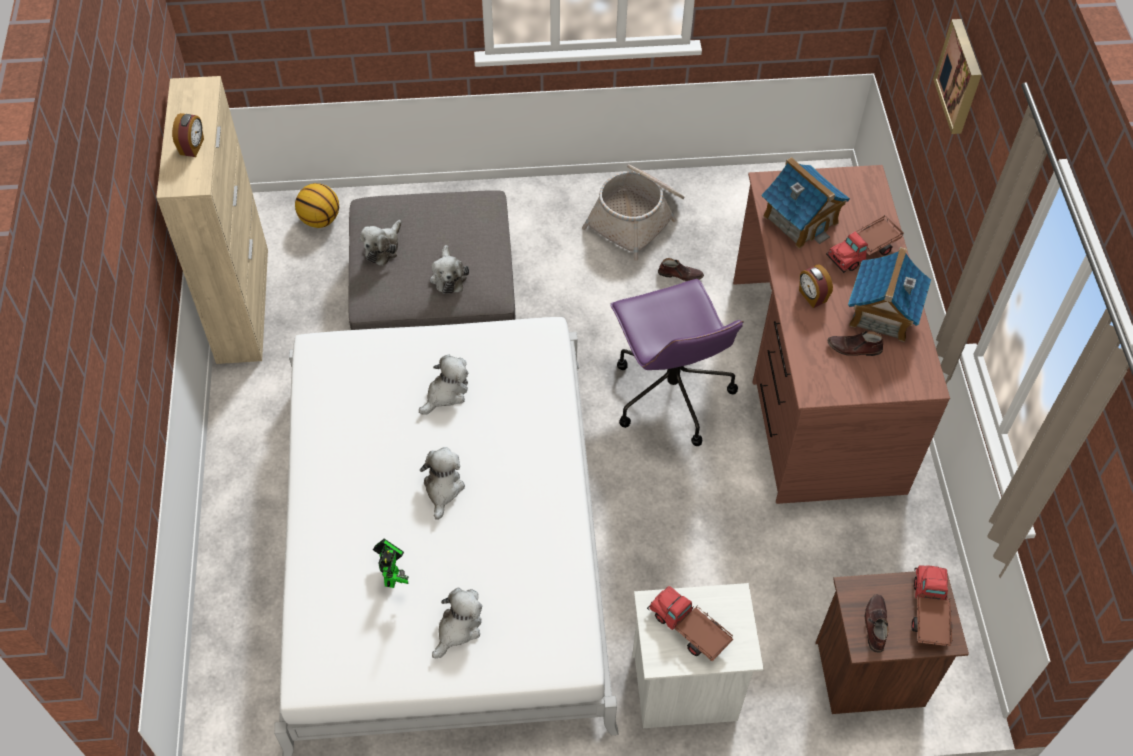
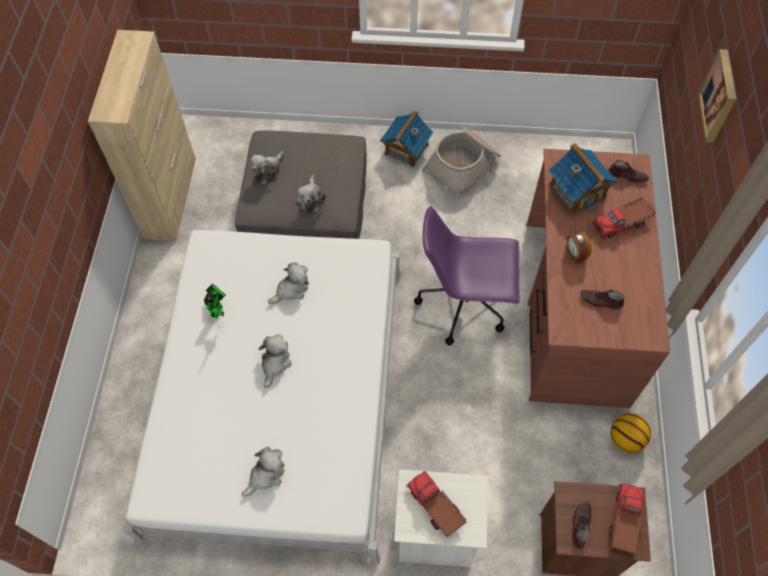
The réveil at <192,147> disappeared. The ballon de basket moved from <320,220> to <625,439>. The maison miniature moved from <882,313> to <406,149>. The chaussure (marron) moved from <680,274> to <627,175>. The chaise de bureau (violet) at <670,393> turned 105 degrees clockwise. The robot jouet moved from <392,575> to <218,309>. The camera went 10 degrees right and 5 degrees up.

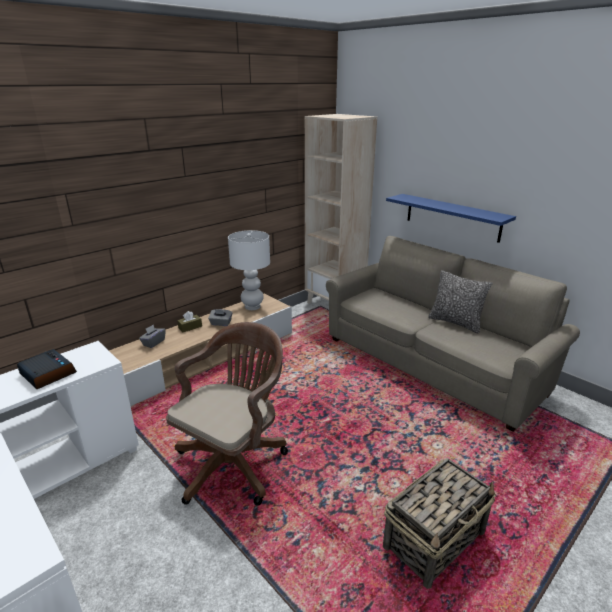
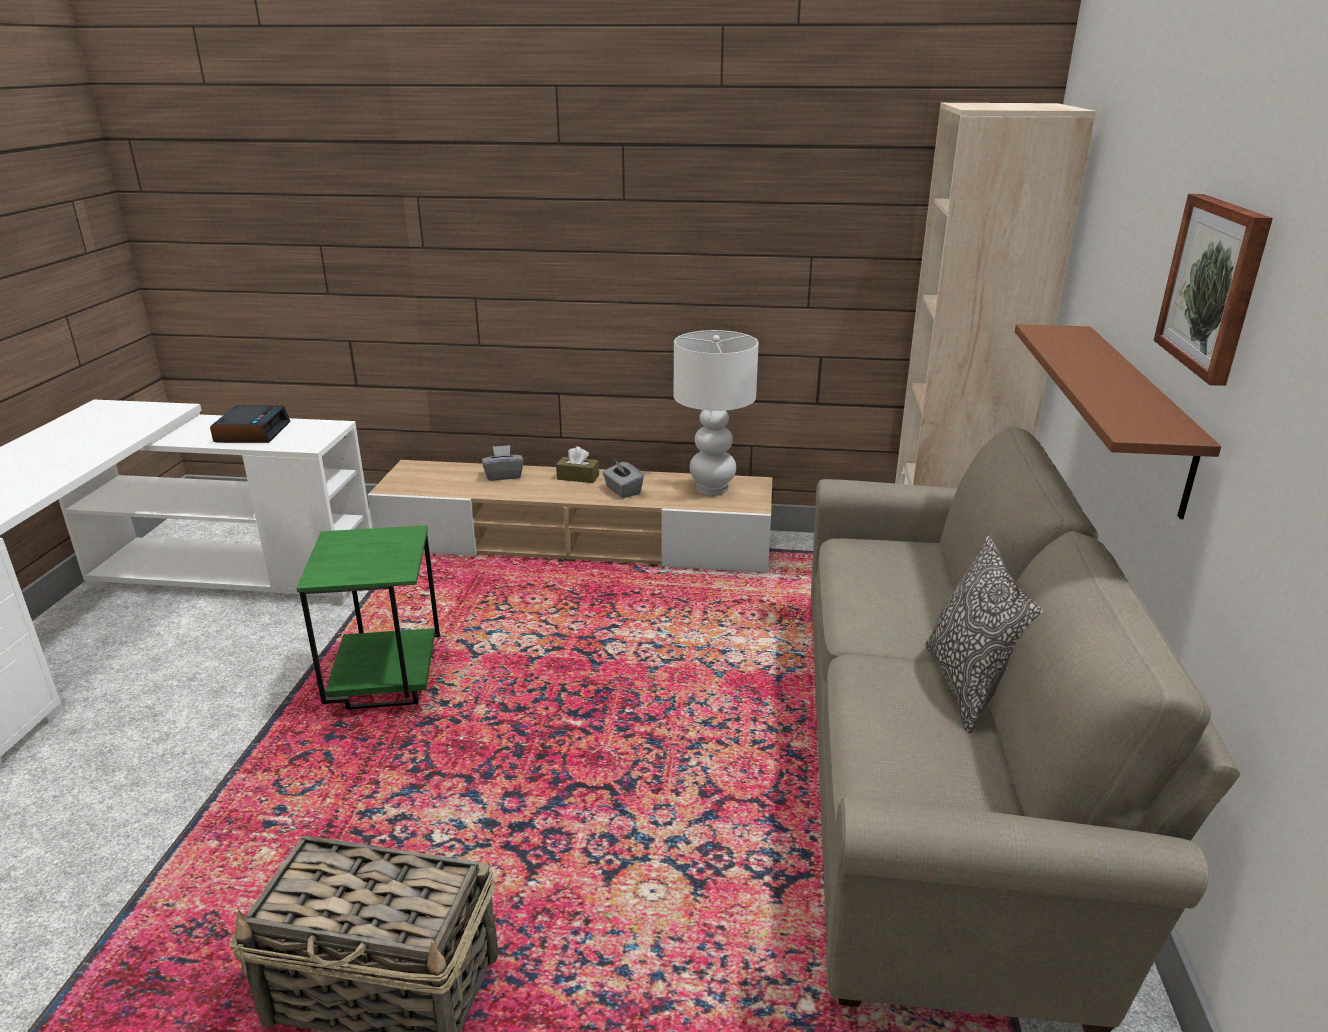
The étagère (bleu) at <452,217> became the étagère (marron) at <1135,414>. The chaise de bureau (marron) at <234,462> was replaced by the table d'appoint (vert) at <389,687>. The tableau at <1214,286> appeared. The camera went 50 degrees right and 0 degrees up.

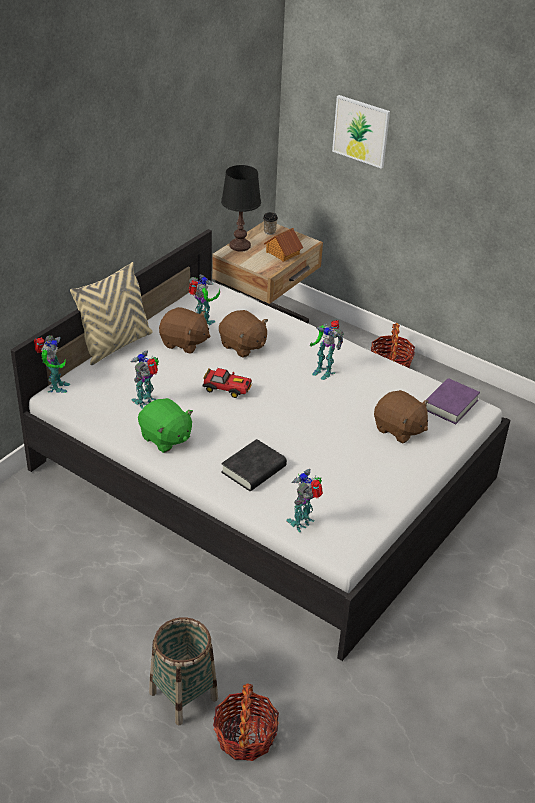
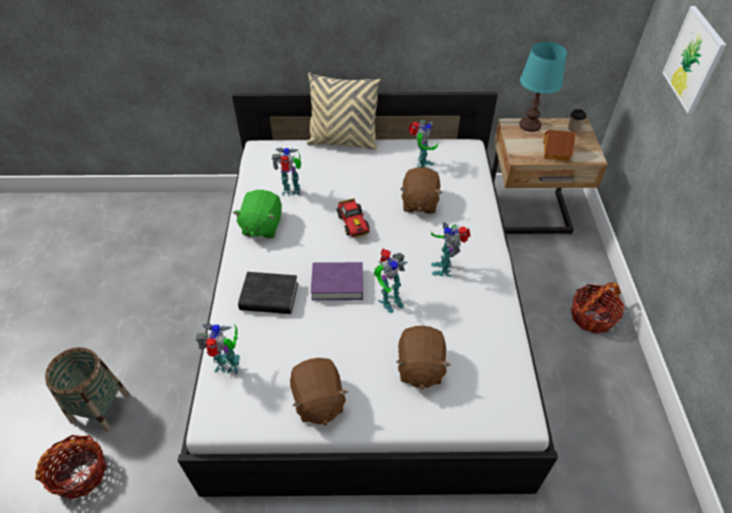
The lampe de table (noir) at <240,245> became the lampe de table (turquoise) at <530,125>. The peluche (marron) moved from <184,343> to <318,401>. The robot jouet moved from <55,387> to <389,301>. The livre (violet) moved from <450,405> to <337,284>. The camera went 55 degrees right and 10 degrees up.

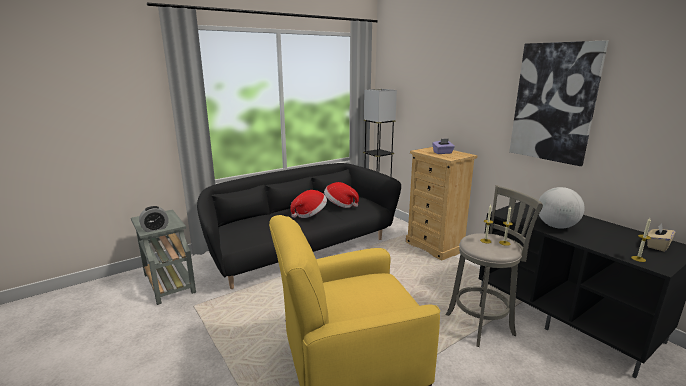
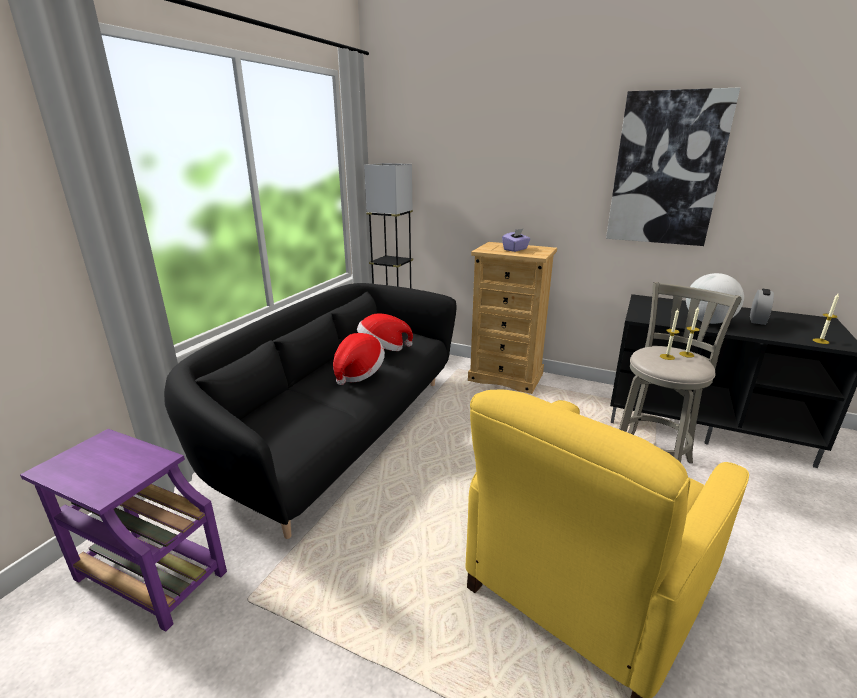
The réveil moved from <155,228> to <757,320>. The table d'appoint (gris) at <168,282> became the table d'appoint (violet) at <148,574>. The boîte à mouchoirs (beige) at <657,246> disappeared. The camera went 30 degrees left and 5 degrees up.

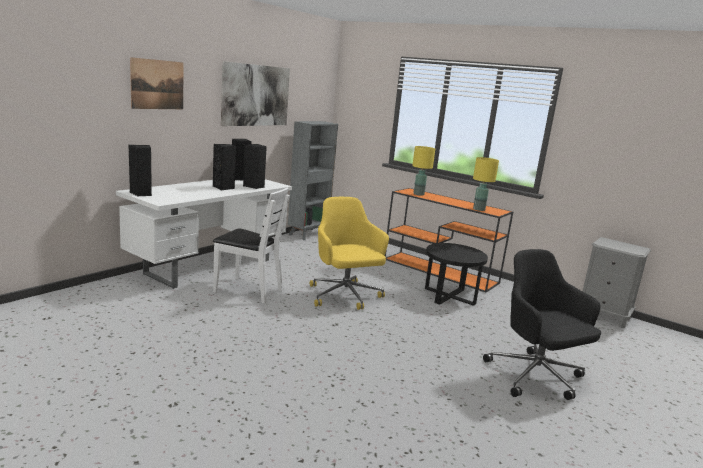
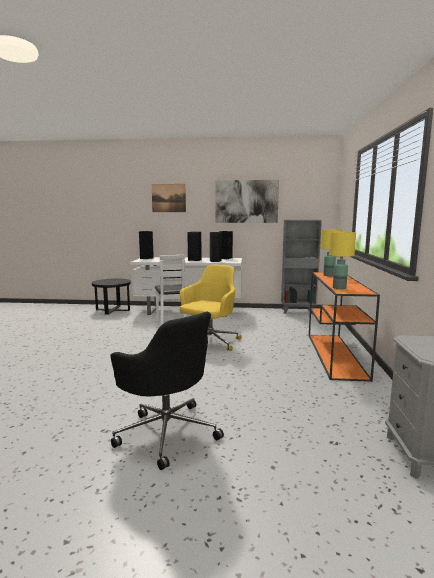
The table d'appoint (noir) moved from <449,296> to <113,310>. The chaise de bureau (noir) at <536,377> turned 105 degrees clockwise. The camera went 60 degrees right and 5 degrees down.

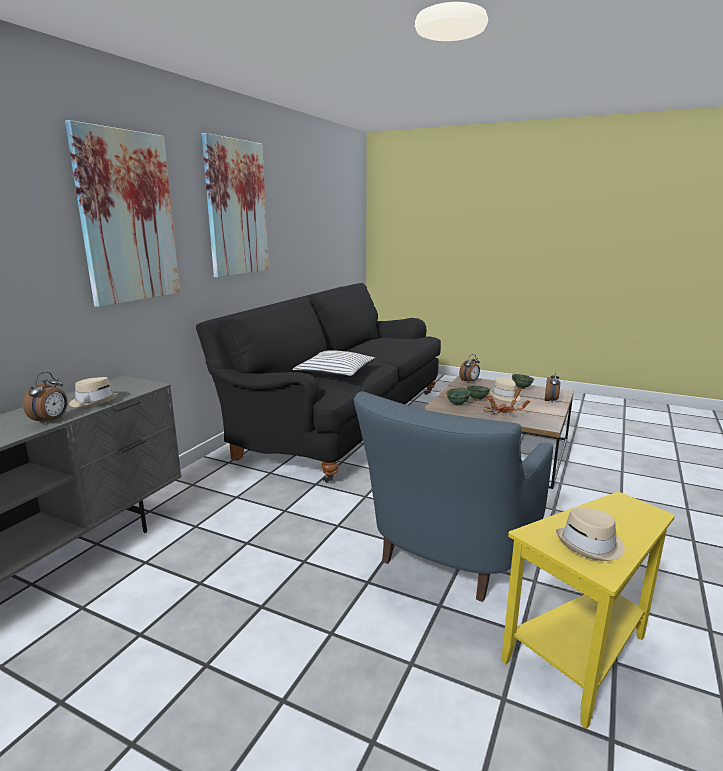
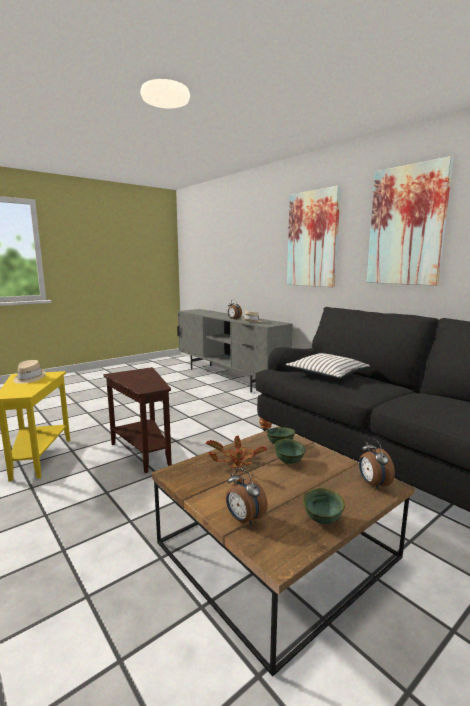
The chapeau (beige) at <505,395> disappeared. The fauteuil (bleu) at <448,556> was replaced by the table d'appoint (marron) at <143,451>. The camera went 115 degrees right and 5 degrees down.

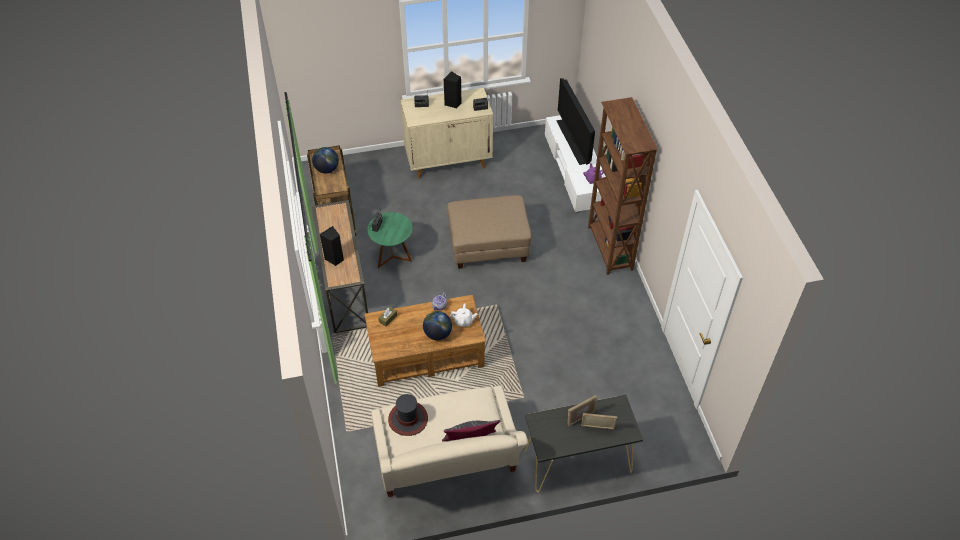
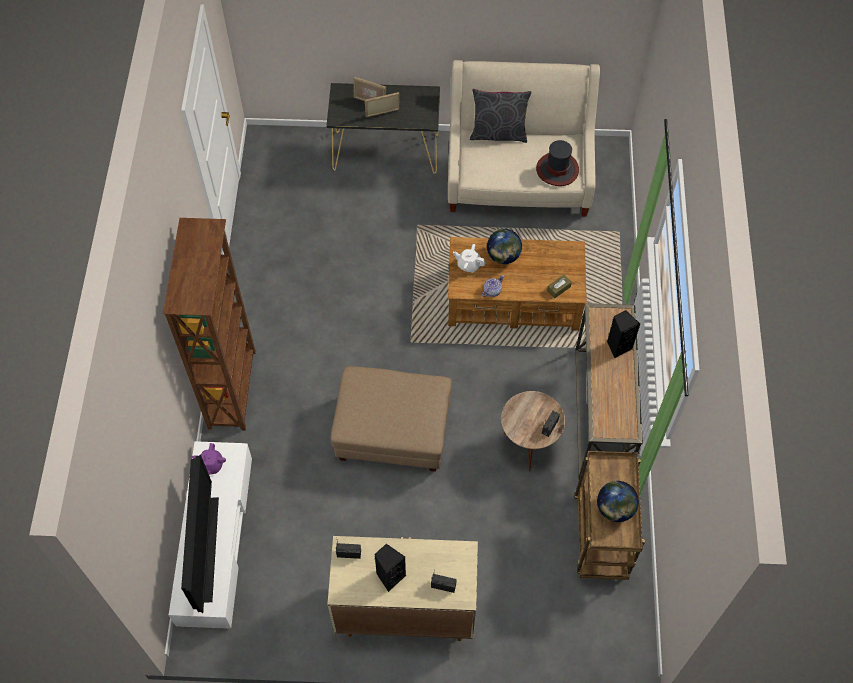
The table d'appoint (vert) at <393,257> became the table d'appoint (marron) at <528,445>. The camera went 165 degrees left and 10 degrees up.

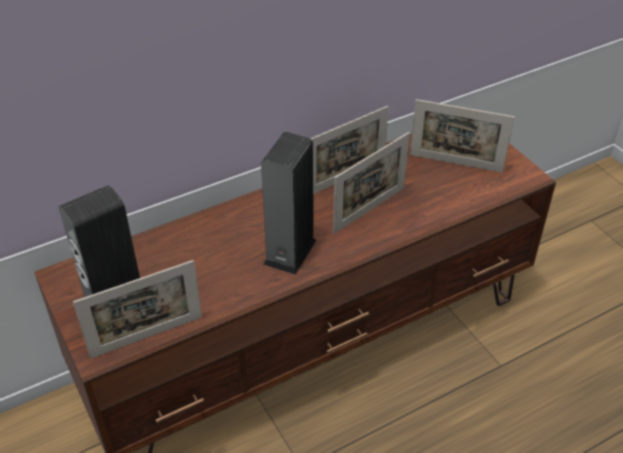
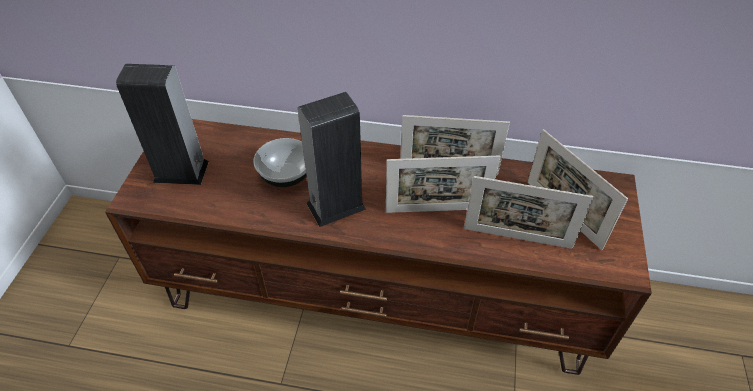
The cadre photo moved from <147,337> to <517,238>. The bol at <285,175> appeared. The camera went 40 degrees right and 5 degrees up.

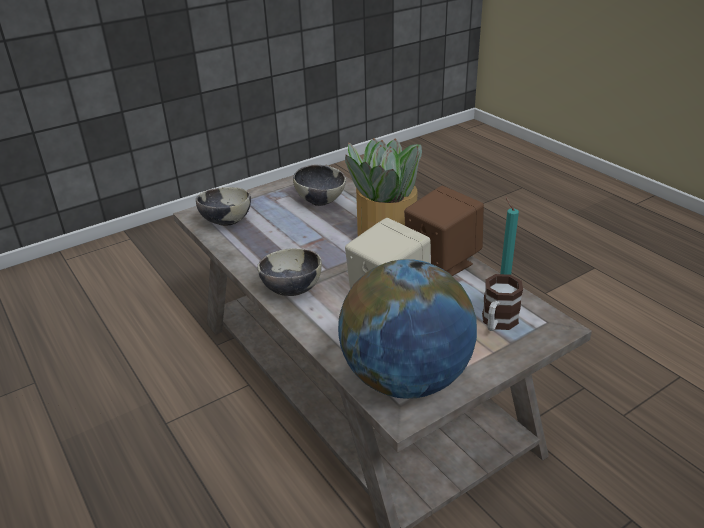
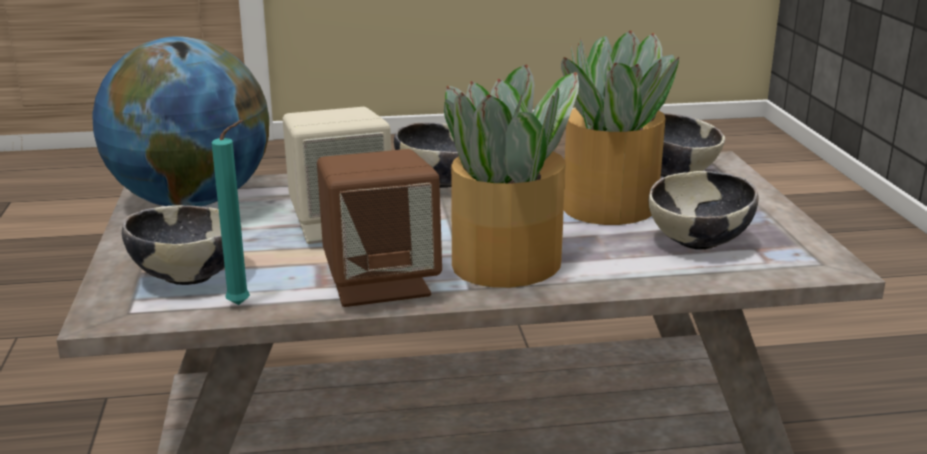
The mug at <497,323> was replaced by the bol at <187,276>. The plante en pot at <607,206> appeared. The camera went 115 degrees right and 10 degrees down.

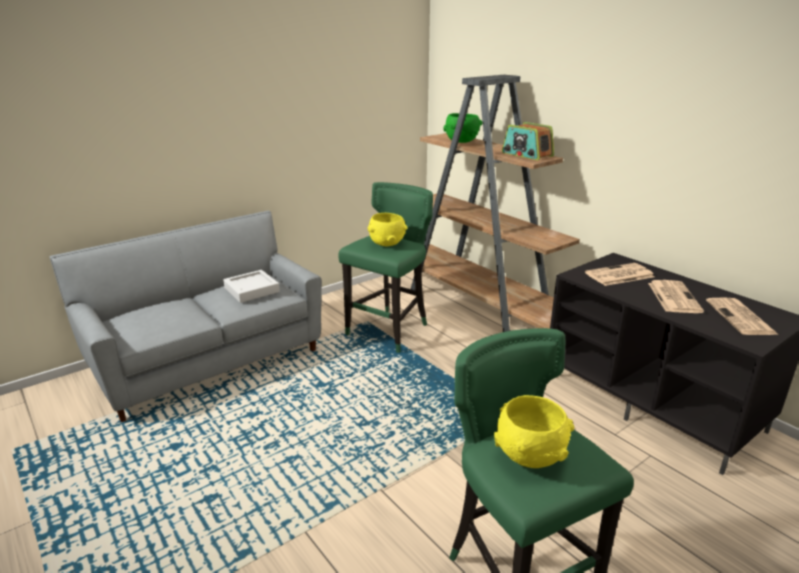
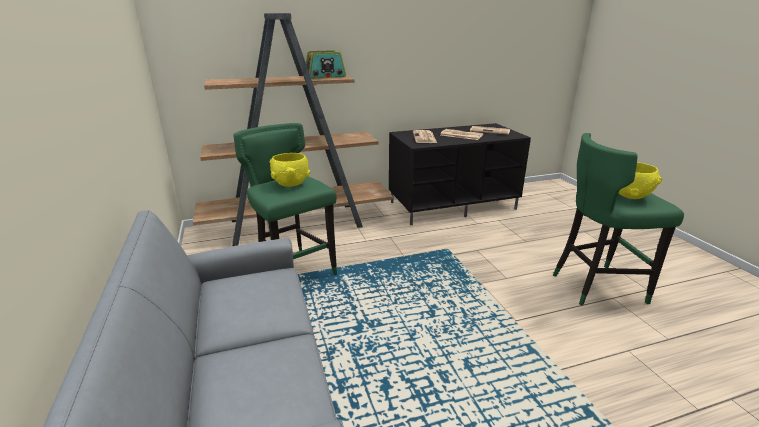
The bol (vert) at <461,142> disappeared. The plateau (gris) at <251,290> disappeared. The camera went 70 degrees left and 0 degrees up.

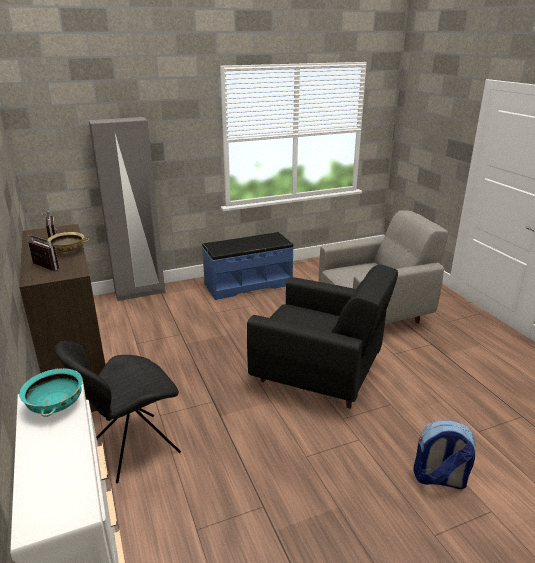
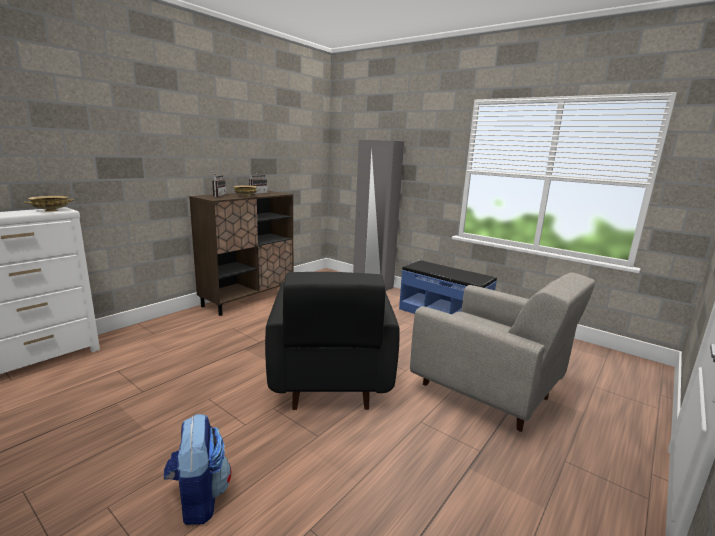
The chaise (noir) at <132,448> disappeared. The bol (turquoise) at <56,405> became the bol (beige) at <50,210>. The camera went 60 degrees right and 10 degrees down.

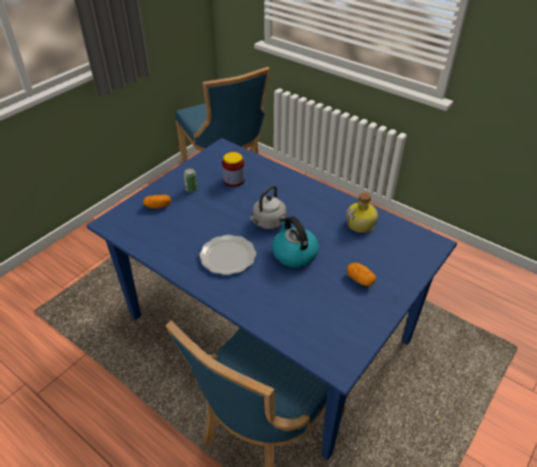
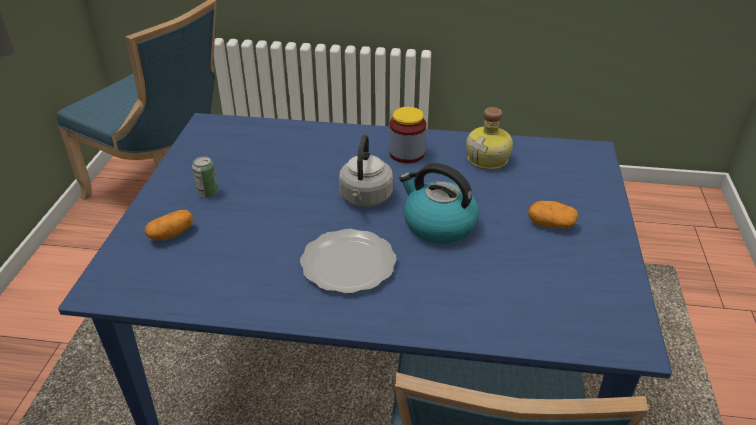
The bocal moved from <234,180> to <407,153>. The camera went 30 degrees left and 5 degrees down.

